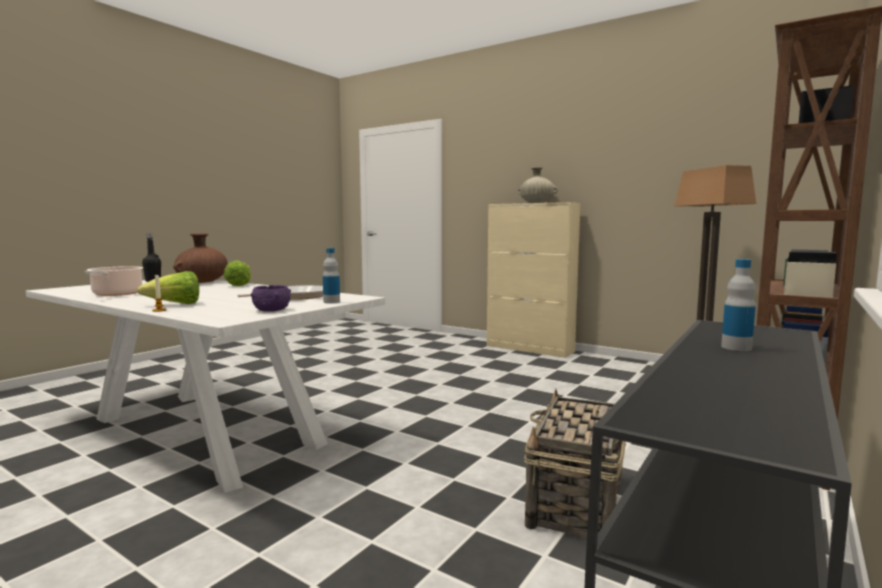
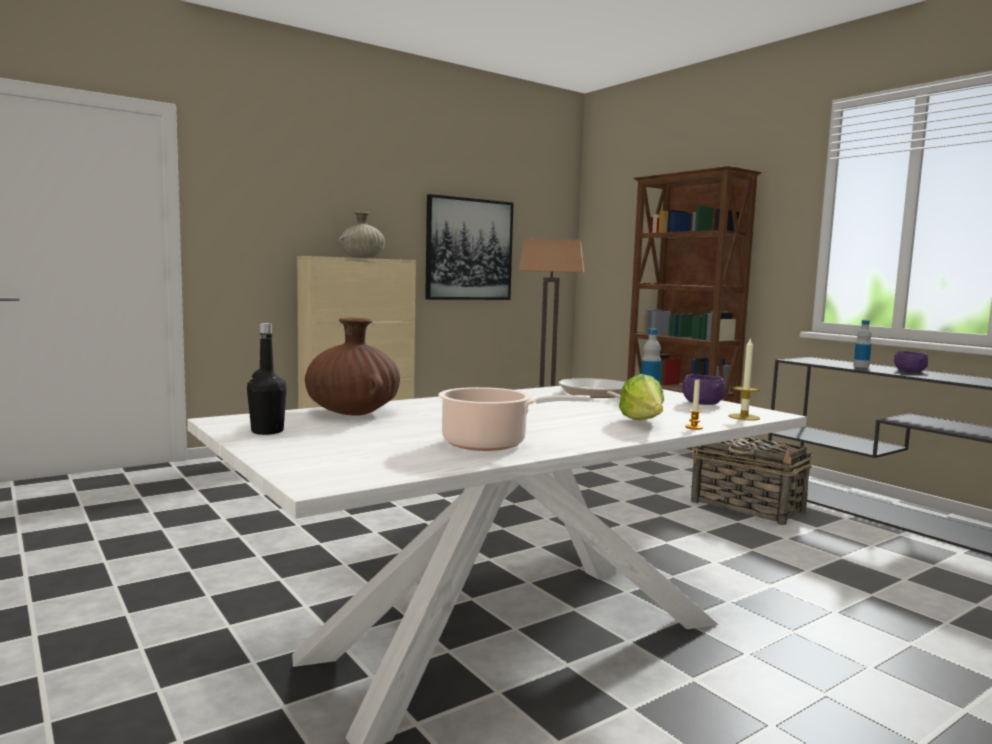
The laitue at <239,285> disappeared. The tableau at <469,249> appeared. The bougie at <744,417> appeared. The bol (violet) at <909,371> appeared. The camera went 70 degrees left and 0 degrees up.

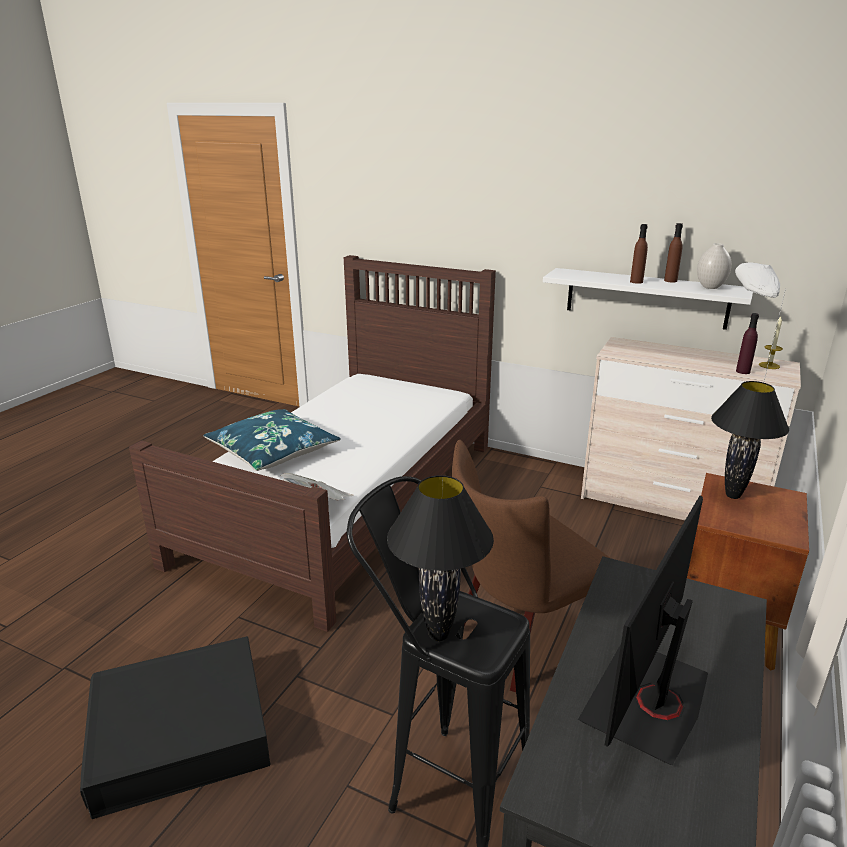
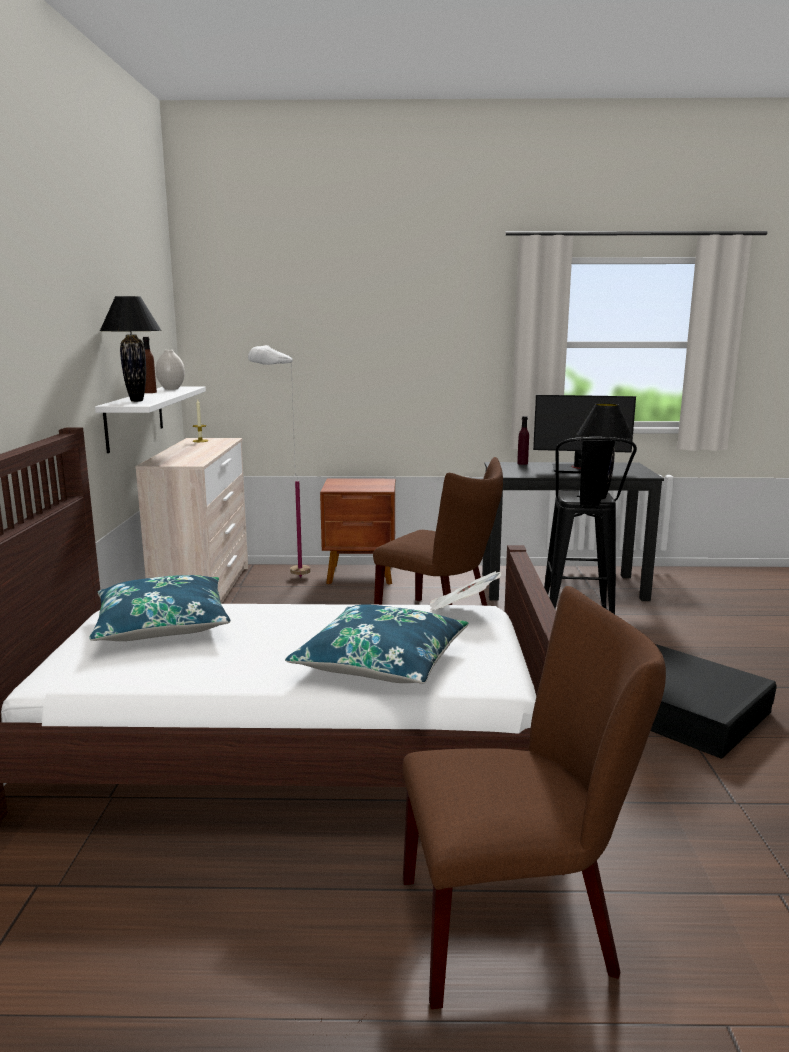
The bouteille (marron) at <636,282> disappeared. The bouteille (violet) moved from <743,371> to <522,463>. The lampe de table (noir) moved from <733,496> to <137,401>. The coussin (bleu) at <162,624> appeared. The chaise (marron) at <519,925> appeared. The camera went 115 degrees left and 10 degrees down.

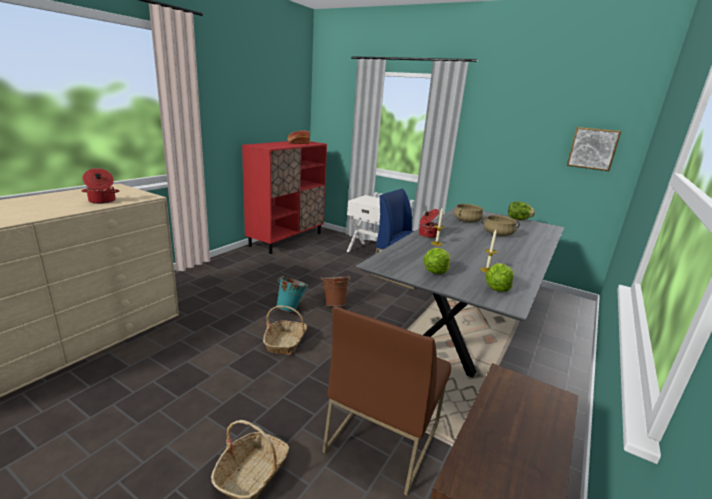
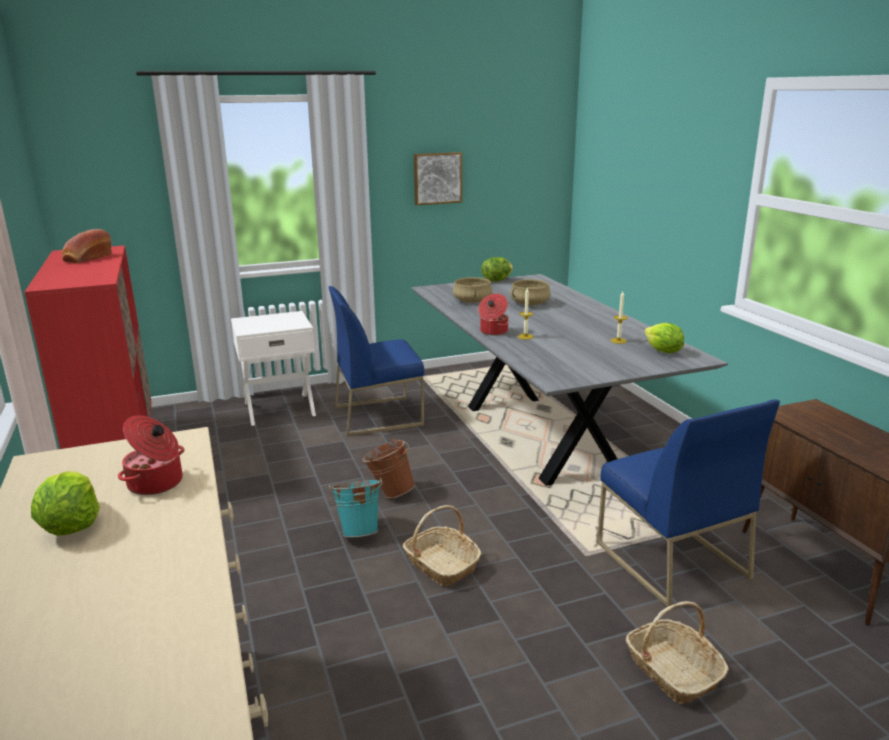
The tableau moved from <593,148> to <437,178>. The laitue moved from <436,271> to <71,526>. The chaise (marron) at <382,436> became the chaise (bleu) at <670,560>. The camera went 50 degrees left and 0 degrees up.

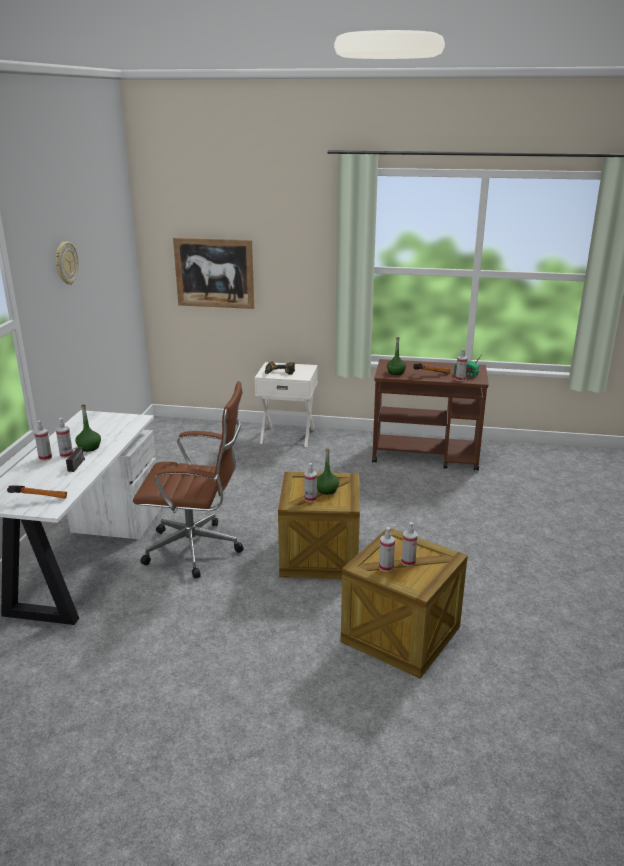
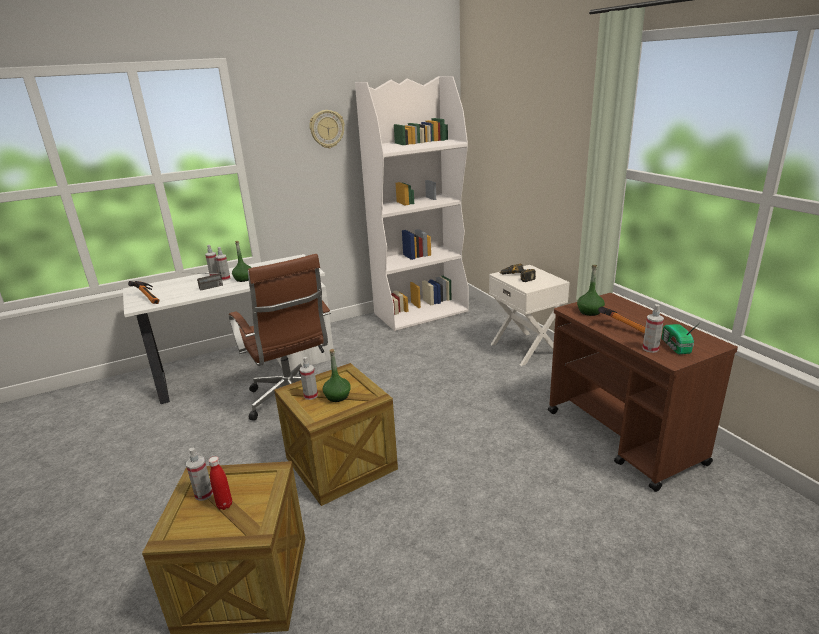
The tableau at <214,273> disappeared. The vaporisateur at <408,562> was replaced by the bouteille (rouge) at <225,505>. The bibliothèque (blanc) at <421,312> appeared. The camera went 55 degrees right and 0 degrees up.

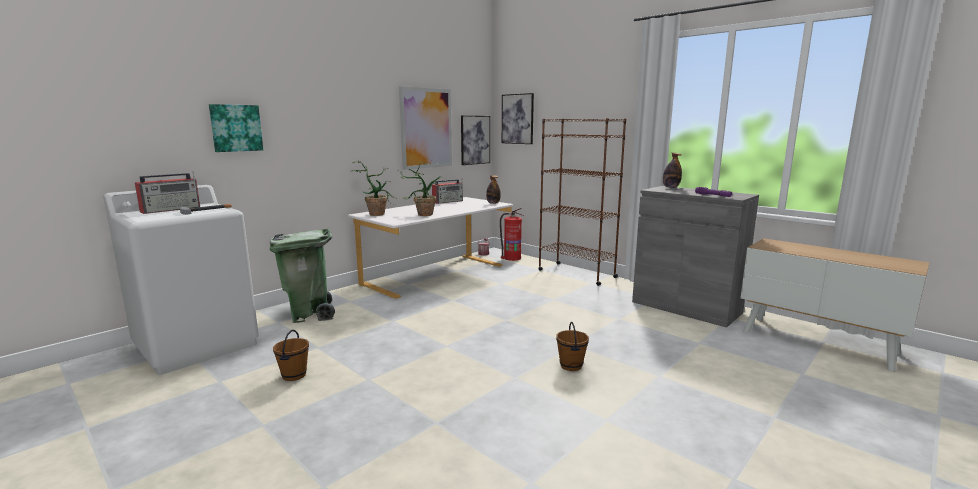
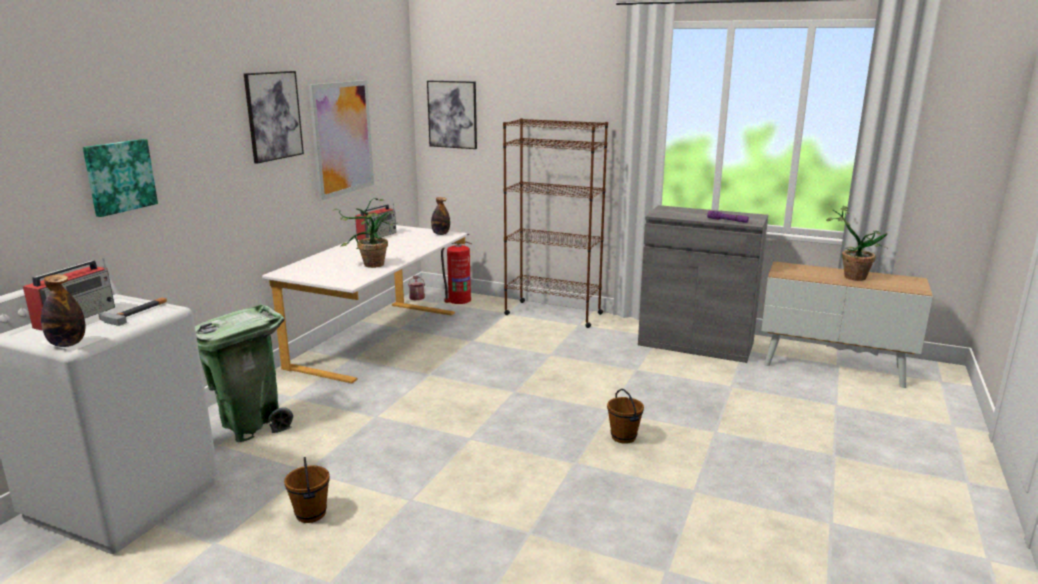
The tableau moved from <475,140> to <273,116>. The bouteille moved from <670,187> to <67,344>. The plante en pot moved from <377,213> to <850,276>. The camera went 20 degrees left and 5 degrees up.

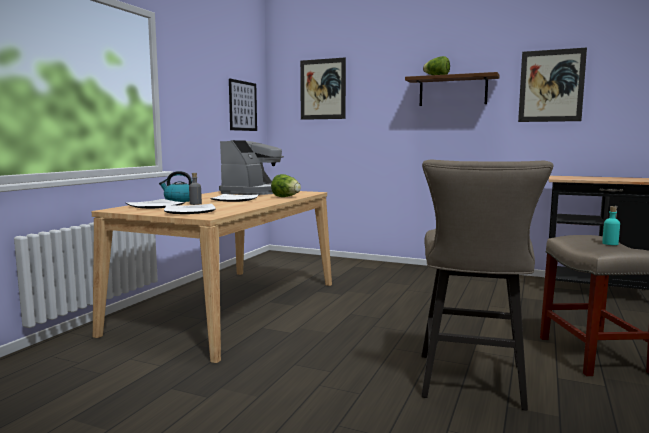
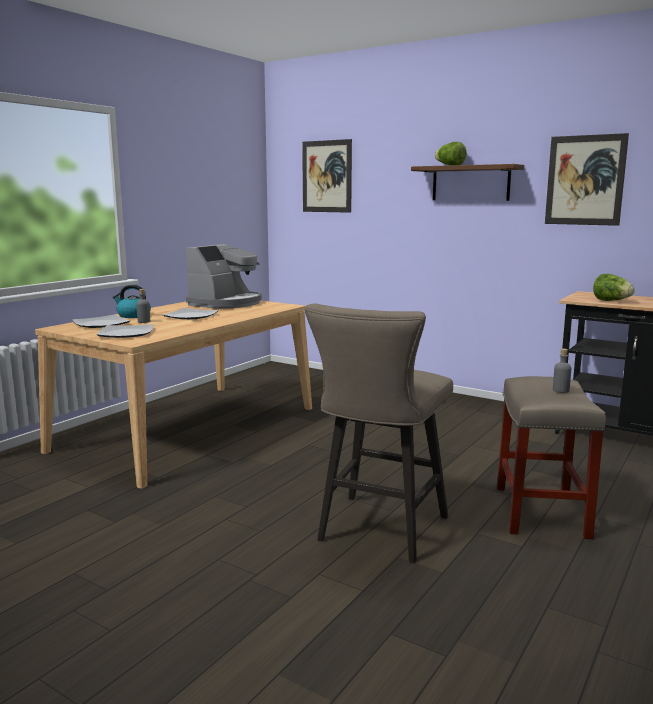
The tableau at <243,106> disappeared. The laitue moved from <286,197> to <611,301>. The bouteille (turquoise) at <610,243> became the bouteille (gris) at <560,390>. The camera went 10 degrees right and 5 degrees up.

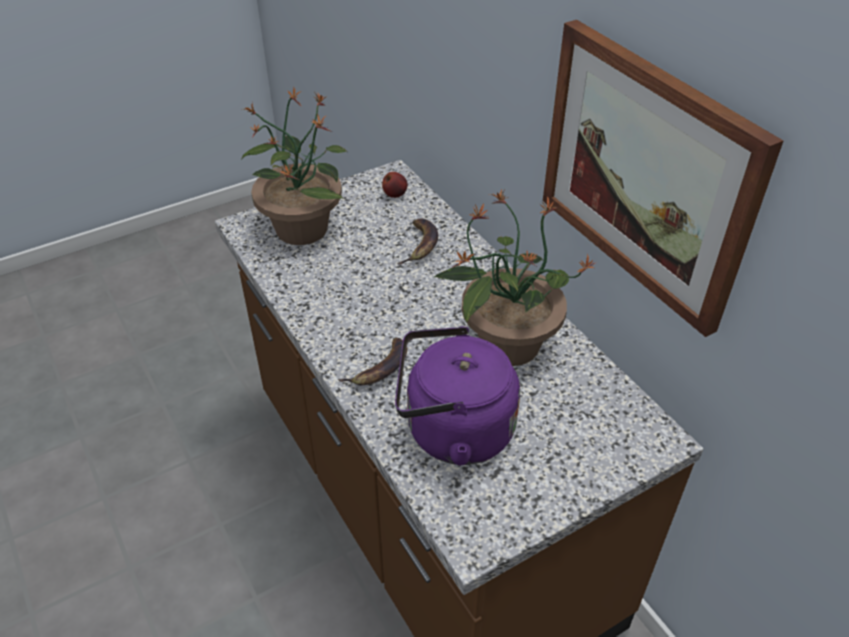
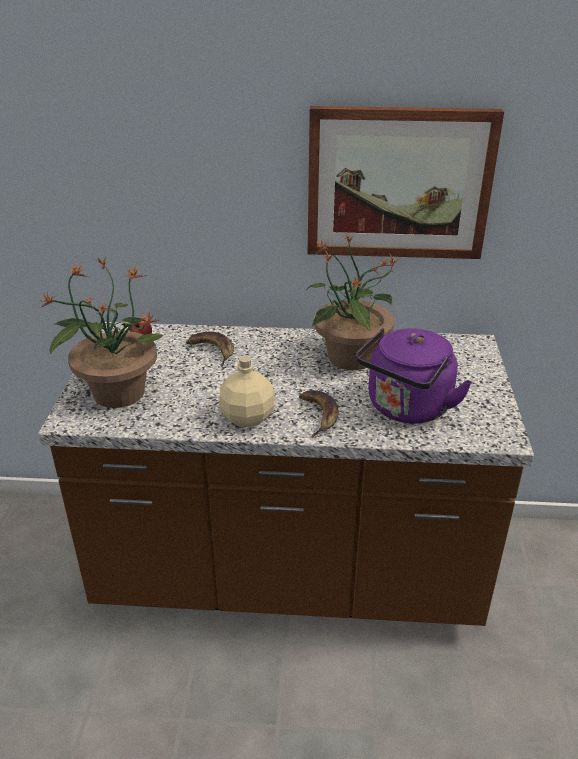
The bouteille (beige) at <248,418> appeared. The camera went 55 degrees left and 10 degrees down.

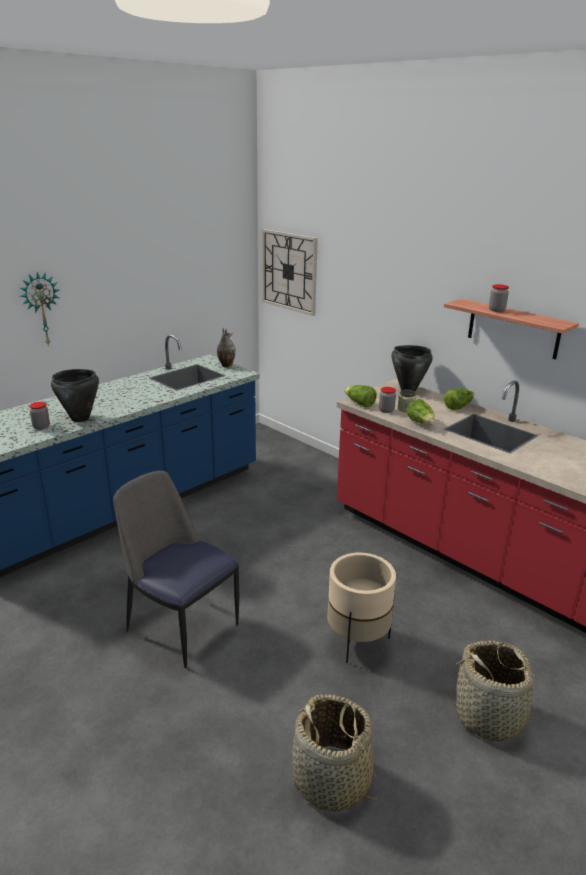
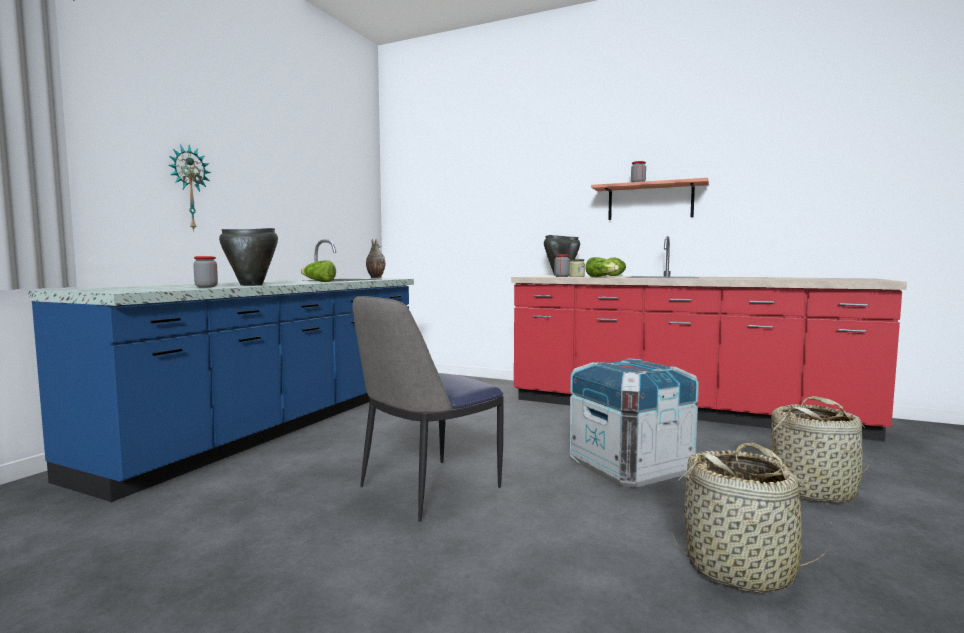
The horloge murale at <289,271> disappeared. The laitue moved from <359,403> to <318,281>. The chaise at <181,625> turned 60 degrees counterclockwise. The cache-pot (beige) at <357,640> was replaced by the caisse at <629,467>. The camera went 20 degrees left and 20 degrees down.

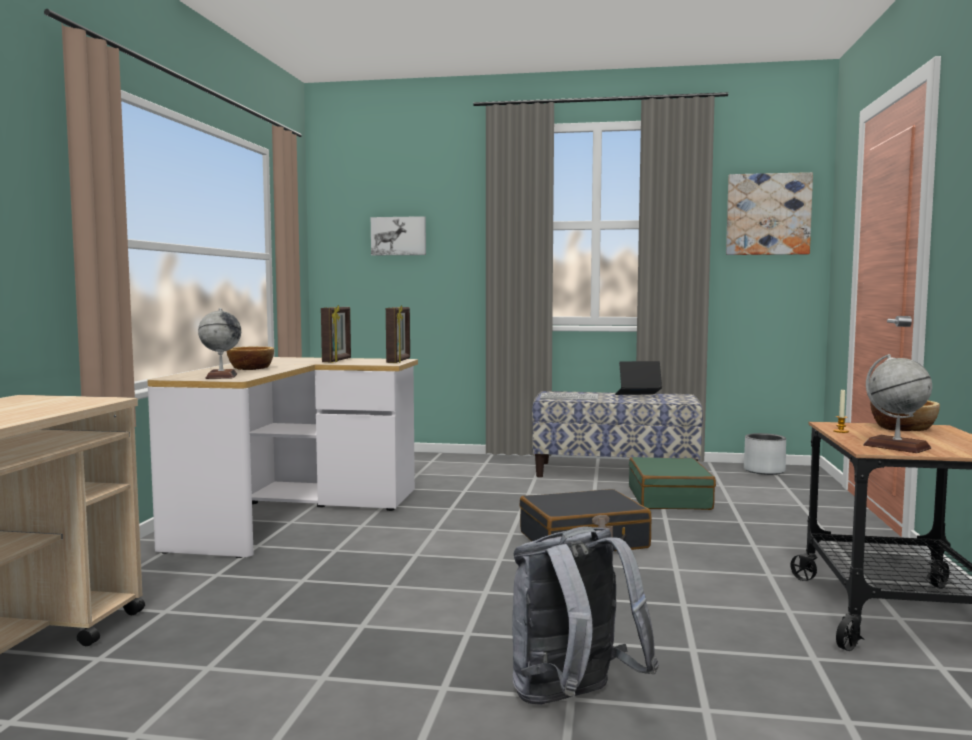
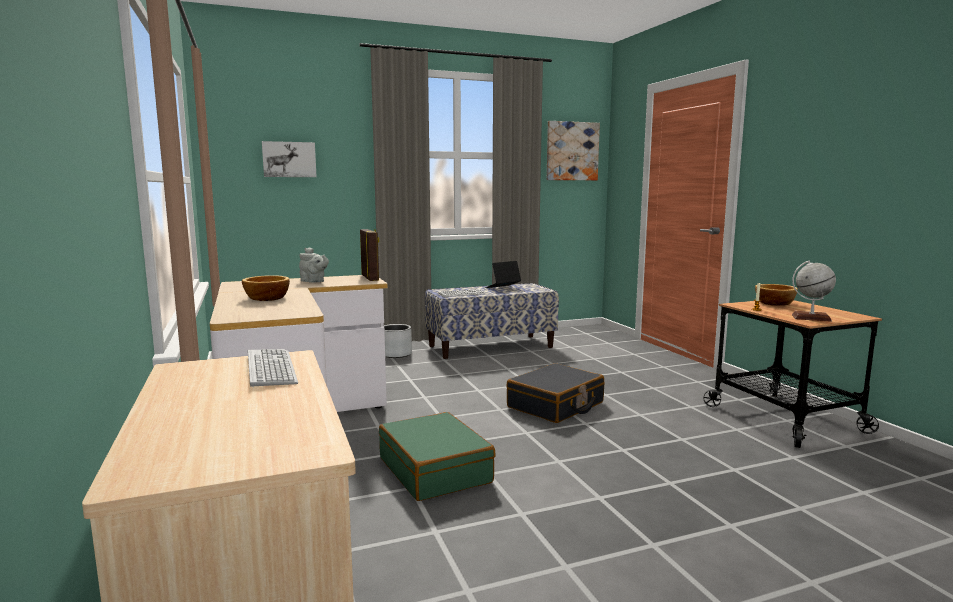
The cadre photo at <337,360> was replaced by the théière (gris) at <314,281>. The globe at <221,376> disappeared. The cache-pot (gris) moved from <764,471> to <396,354>. The valise (vert) moved from <670,498> to <435,470>. The sac à dos (gris) at <572,701> disappeared. The clavier at <271,369> appeared. The camera went 30 degrees left and 5 degrees up.

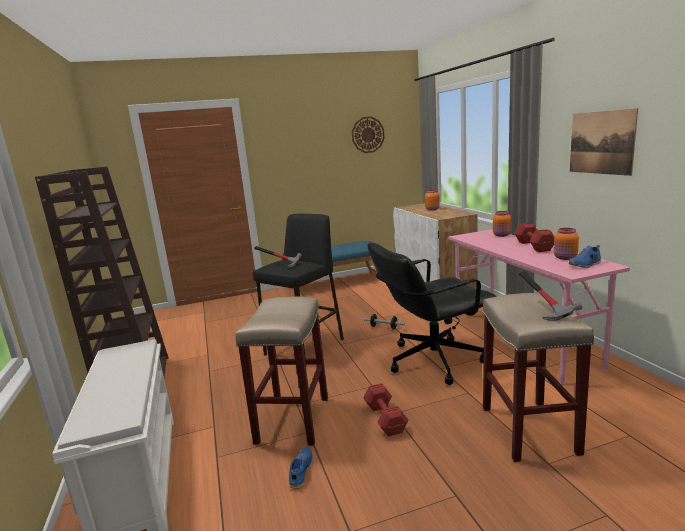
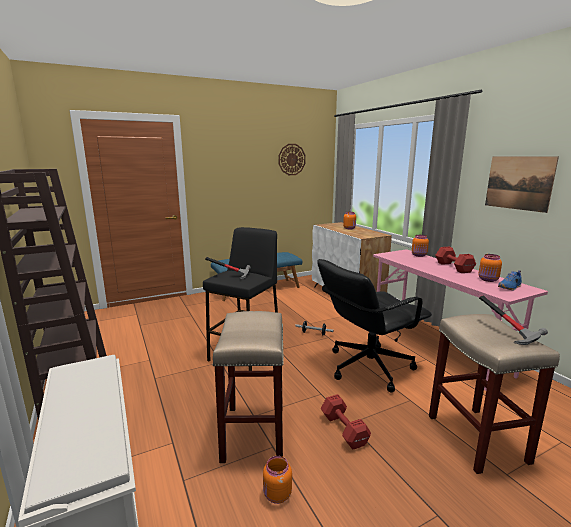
The chaussure (bleu) at <300,472> was replaced by the bocal (orange) at <276,495>. The camera went 10 degrees left and 0 degrees up.

